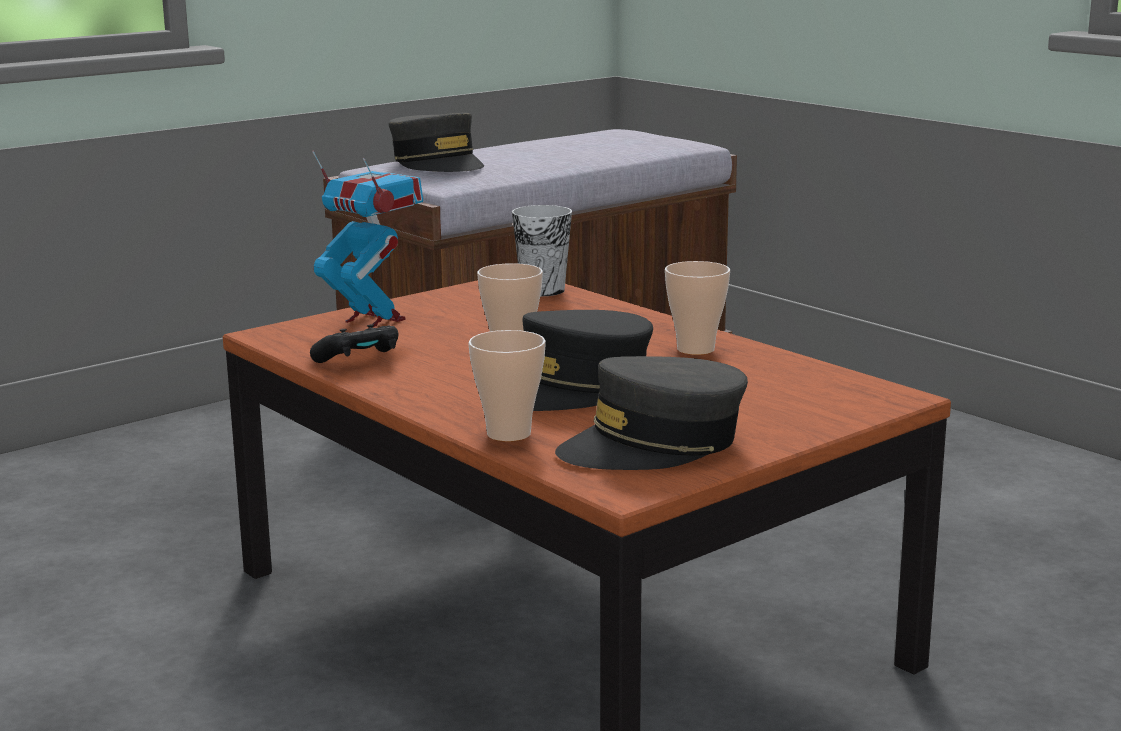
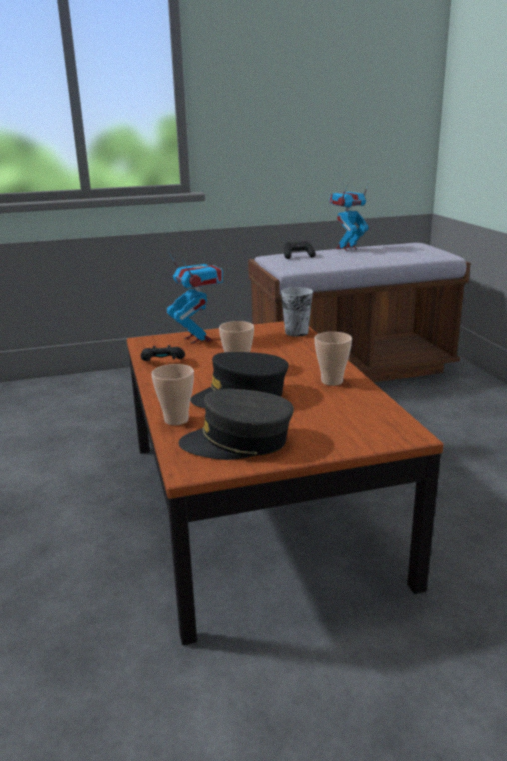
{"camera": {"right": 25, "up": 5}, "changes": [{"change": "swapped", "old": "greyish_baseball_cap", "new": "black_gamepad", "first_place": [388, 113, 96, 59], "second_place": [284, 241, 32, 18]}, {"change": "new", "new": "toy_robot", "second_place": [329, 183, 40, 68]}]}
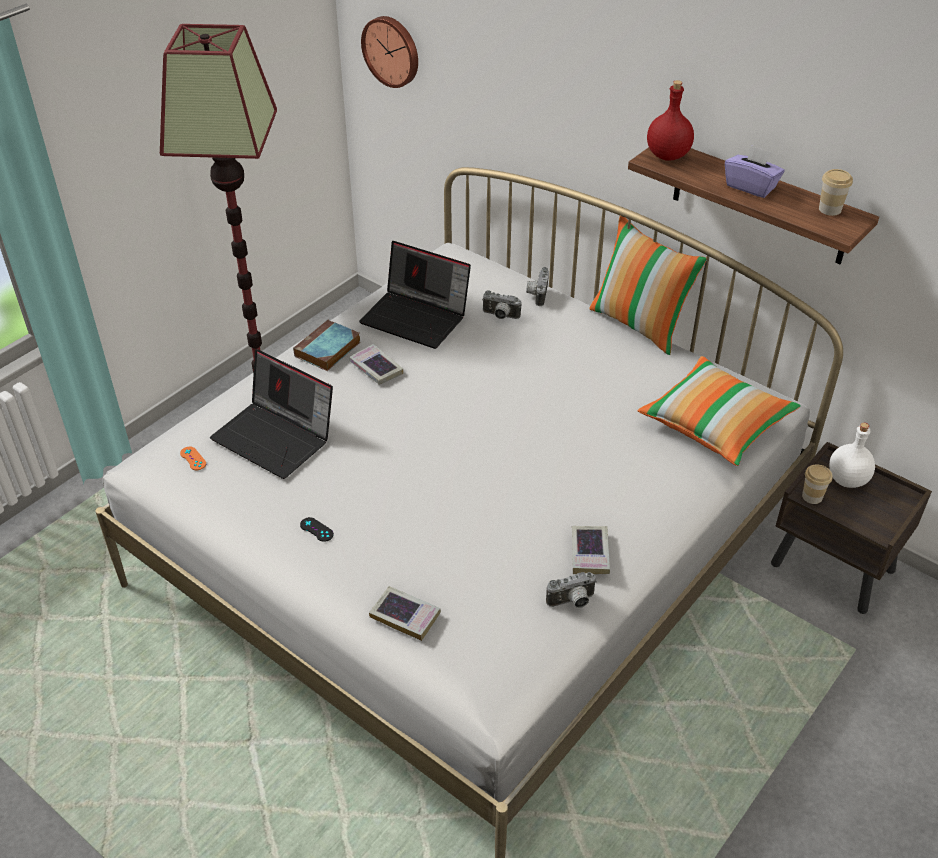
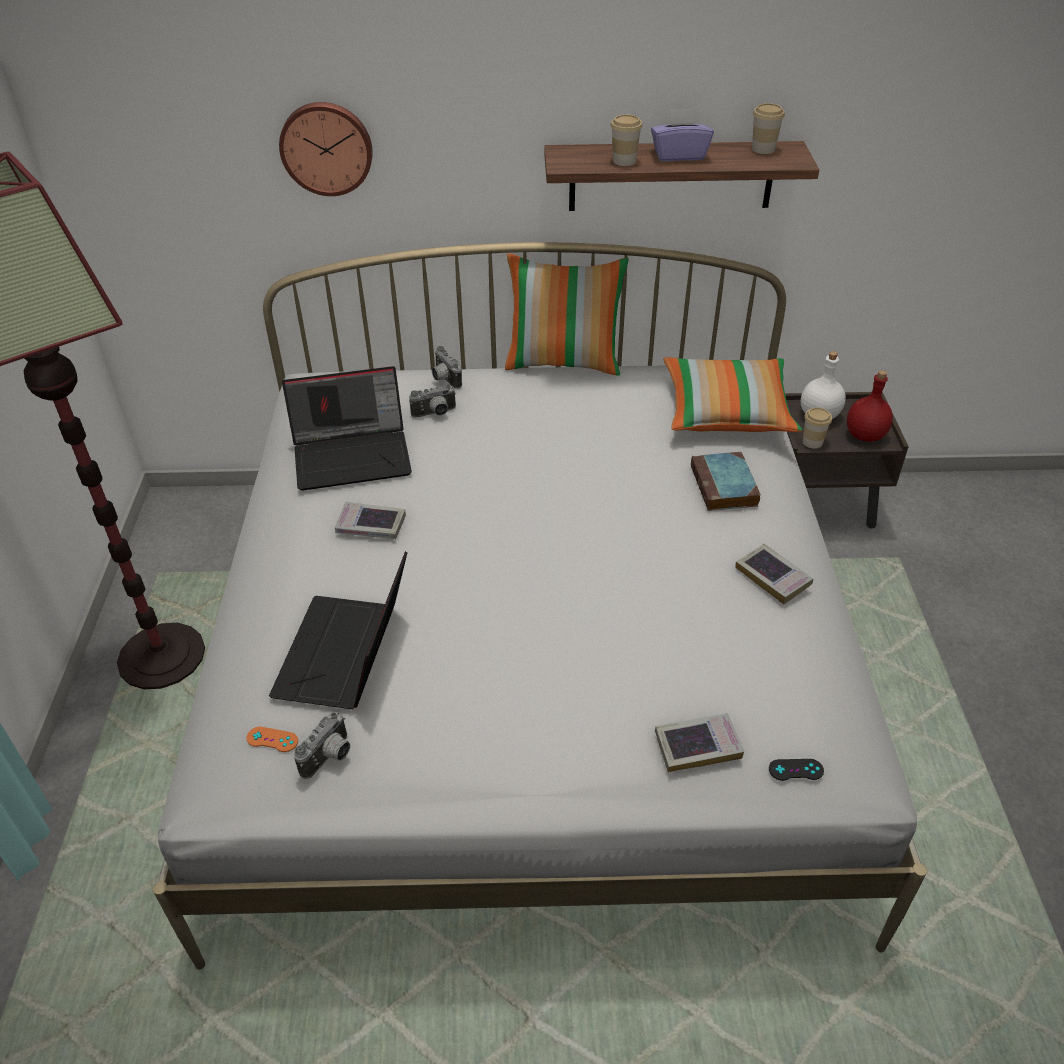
{"camera": {"right": -40, "up": 0}, "changes": [{"change": "rotated", "old": "portable_computer", "first_place": [210, 349, 123, 130], "second_place": [269, 551, 138, 158], "degrees": 105}, {"change": "shifted", "old": "book", "first_place": [293, 320, 67, 51], "second_place": [691, 452, 70, 59]}, {"change": "shifted", "old": "black_gamepad", "first_place": [300, 517, 34, 25], "second_place": [769, 759, 55, 22]}, {"change": "shifted", "old": "wall_clock", "first_place": [361, 16, 57, 72], "second_place": [279, 102, 94, 94]}, {"change": "shifted", "old": "still_camera", "first_place": [546, 572, 51, 36], "second_place": [294, 712, 56, 67]}, {"change": "shifted", "old": "reddish_beverage_bottle", "first_place": [647, 80, 47, 81], "second_place": [847, 370, 46, 72]}, {"change": "new", "new": "cup", "second_place": [611, 114, 32, 52]}]}
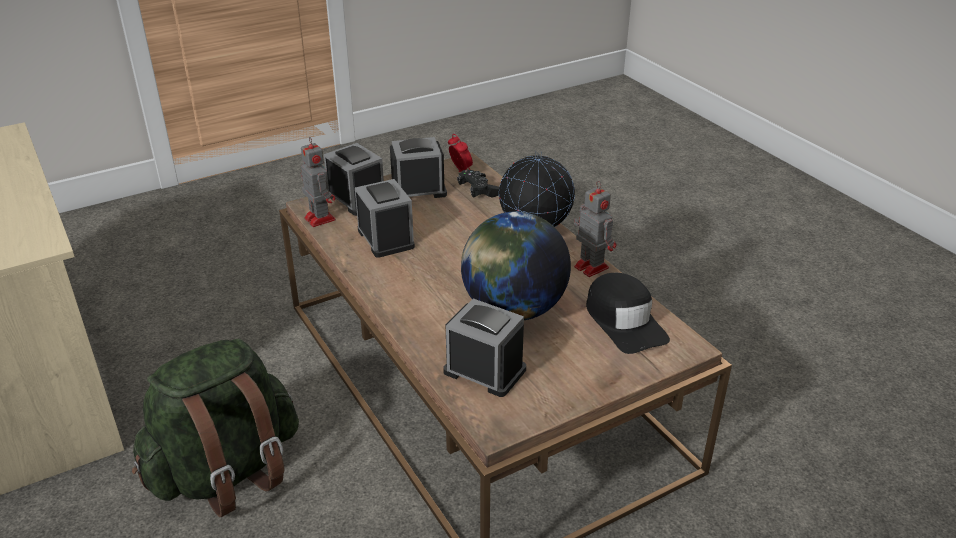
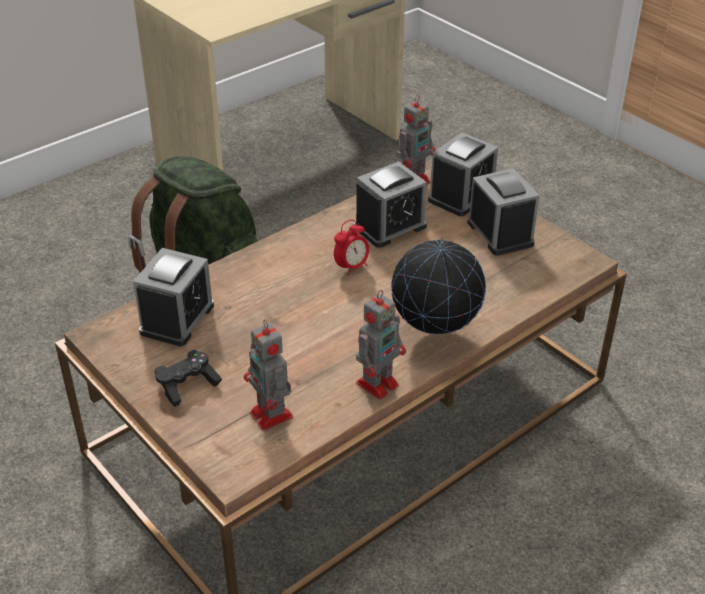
{"camera": {"right": 80, "up": 5}, "changes": [{"change": "shifted", "old": "table_clock", "first_place": [448, 134, 25, 38], "second_place": [334, 220, 35, 56]}, {"change": "shifted", "old": "black_gamepad", "first_place": [457, 169, 42, 29], "second_place": [155, 350, 67, 57]}, {"change": "gone", "old": "world_globe", "first_place": [461, 211, 110, 109]}, {"change": "swapped", "old": "black_baseball_cap", "new": "toy_robot", "first_place": [586, 273, 84, 81], "second_place": [244, 320, 49, 111]}]}
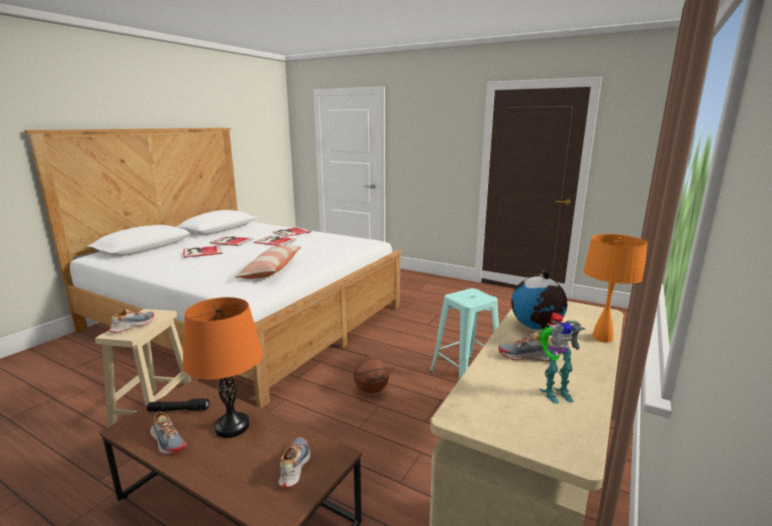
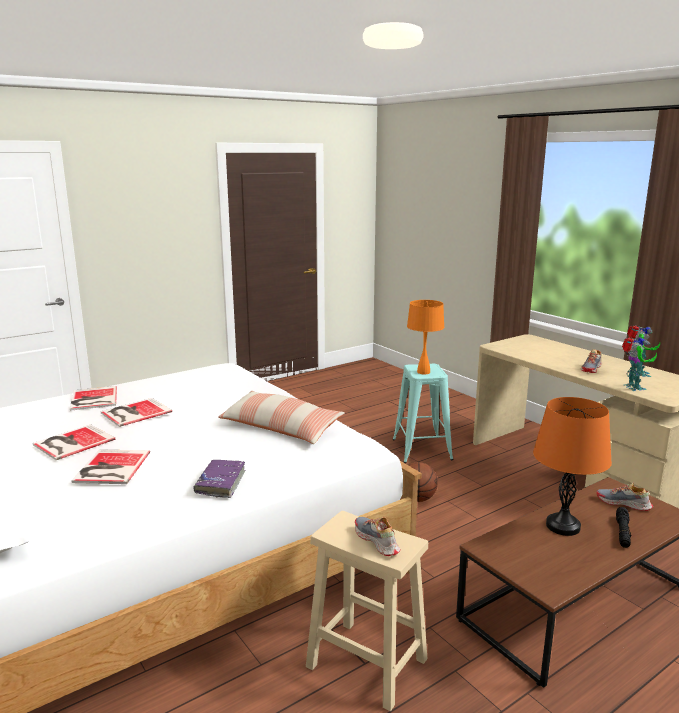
{"camera": {"right": -65, "up": 0}, "changes": [{"change": "shifted", "old": "black_flashlight", "first_place": [147, 398, 62, 14], "second_place": [616, 507, 15, 41]}, {"change": "gone", "old": "low_shoe", "first_place": [150, 412, 36, 43]}, {"change": "gone", "old": "world_globe", "first_place": [511, 271, 56, 59]}, {"change": "shifted", "old": "orangey_lamp_for_a_table", "first_place": [583, 234, 65, 109], "second_place": [407, 300, 37, 74]}, {"change": "new", "new": "purplish_book", "second_place": [193, 460, 53, 38]}, {"change": "new", "new": "toy_robot", "second_place": [622, 337, 35, 54]}]}
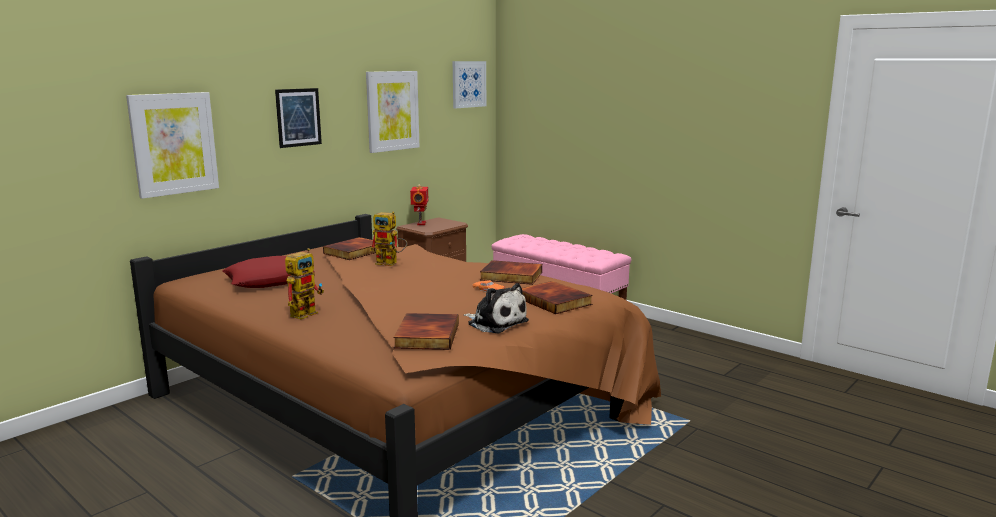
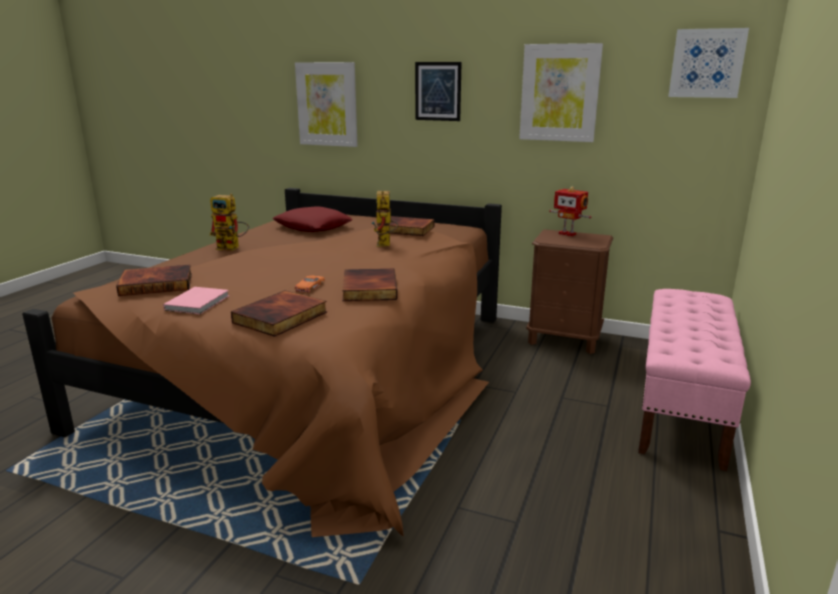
{"camera": {"right": 70, "up": 5}, "changes": [{"change": "rotated", "old": "toy_robot", "first_place": [410, 185, 19, 40], "second_place": [549, 187, 43, 49], "degrees": 60}, {"change": "swapped", "old": "plush_toy", "new": "pinkish_book", "first_place": [464, 283, 65, 50], "second_place": [163, 287, 66, 27]}]}
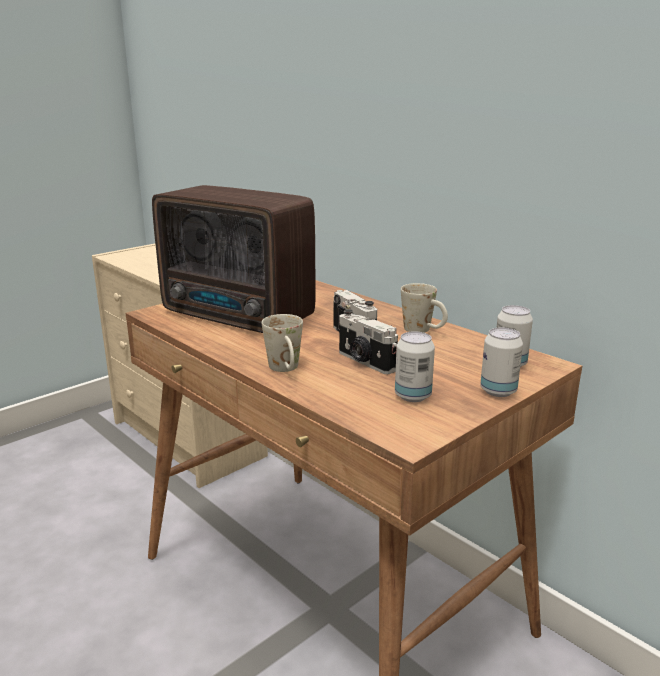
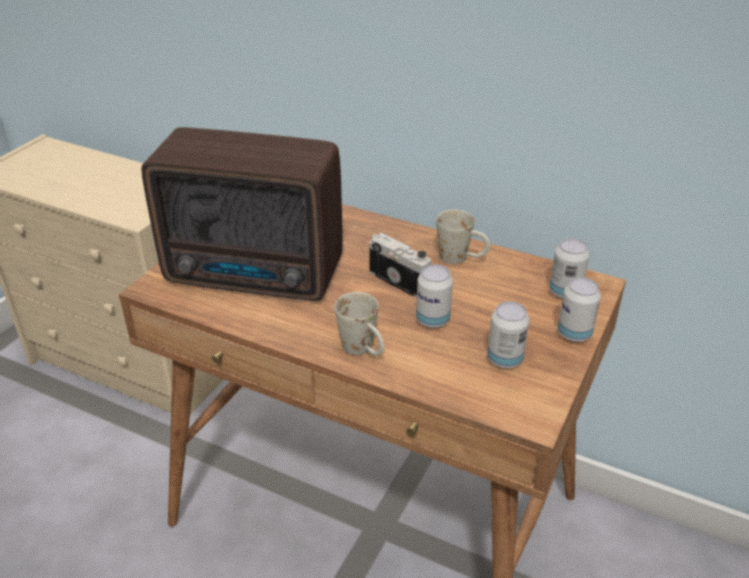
{"camera": {"right": -20, "up": 15}, "changes": [{"change": "swapped", "old": "still_camera", "new": "can", "first_place": [339, 309, 59, 65], "second_place": [416, 264, 37, 64]}]}
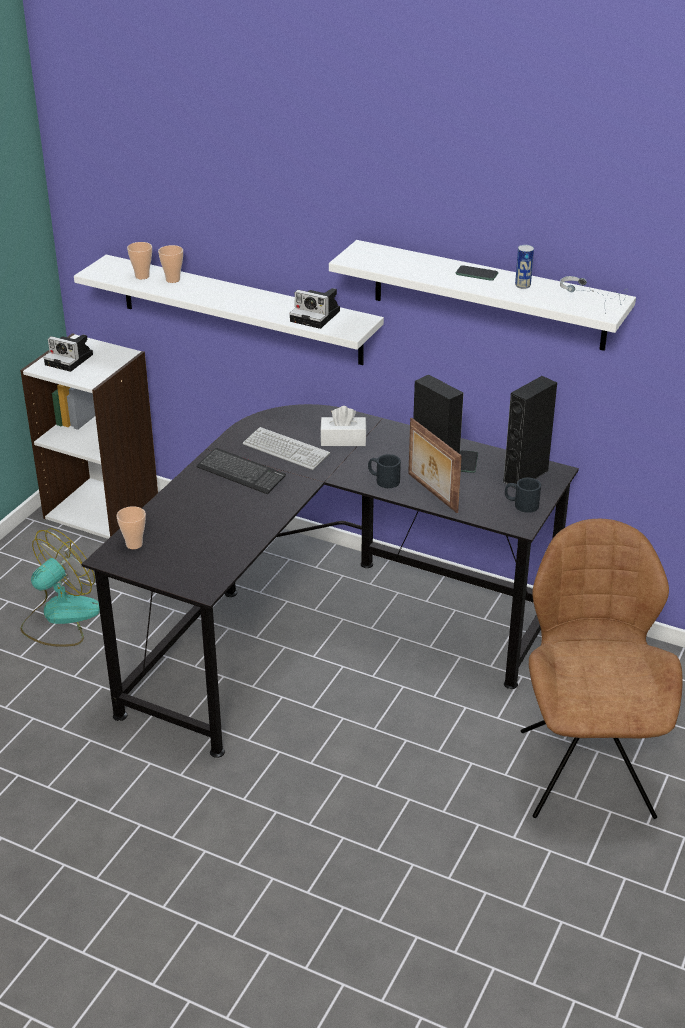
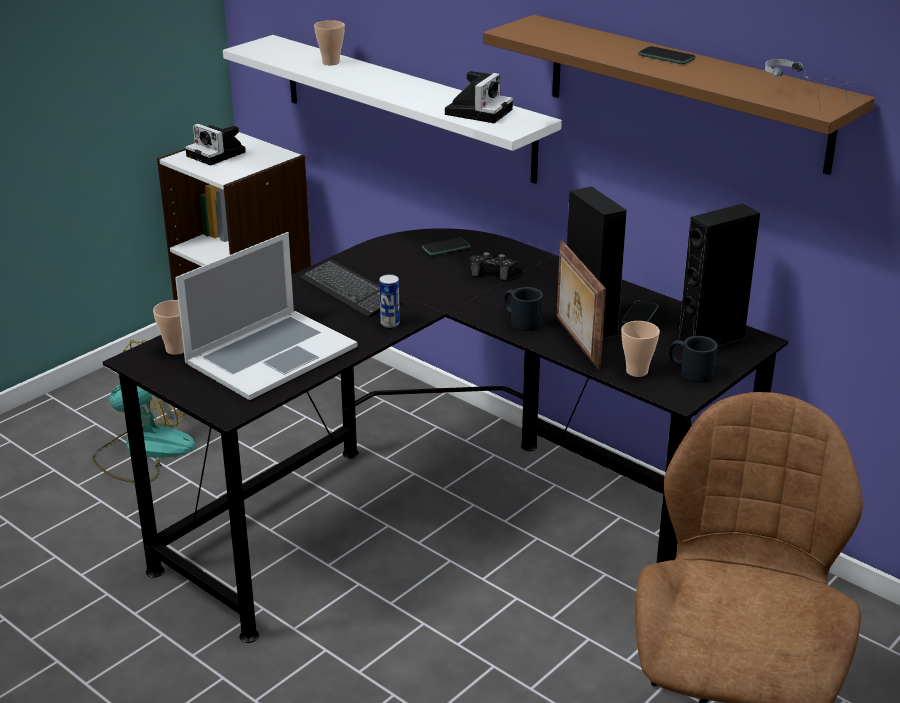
{"camera": {"right": 15, "up": -5}, "changes": [{"change": "shifted", "old": "cup", "first_place": [127, 242, 25, 37], "second_place": [621, 321, 39, 56]}, {"change": "gone", "old": "keyboard", "first_place": [243, 427, 87, 43]}, {"change": "rotated", "old": "still_camera", "first_place": [290, 288, 50, 41], "second_place": [445, 71, 68, 52], "degrees": -105}, {"change": "swapped", "old": "white_box_of_tissues", "new": "black_gamepad", "first_place": [320, 406, 47, 40], "second_place": [470, 252, 48, 28]}, {"change": "repainted", "old": "white_shelf", "new": "brown_shelf", "first_place": [329, 240, 307, 111], "second_place": [483, 15, 392, 160]}, {"change": "shifted", "old": "can", "first_place": [515, 245, 19, 44], "second_place": [379, 274, 21, 54]}, {"change": "new", "new": "portable_computer", "second_place": [175, 232, 183, 168]}, {"change": "new", "new": "phone", "second_place": [422, 238, 48, 18]}]}
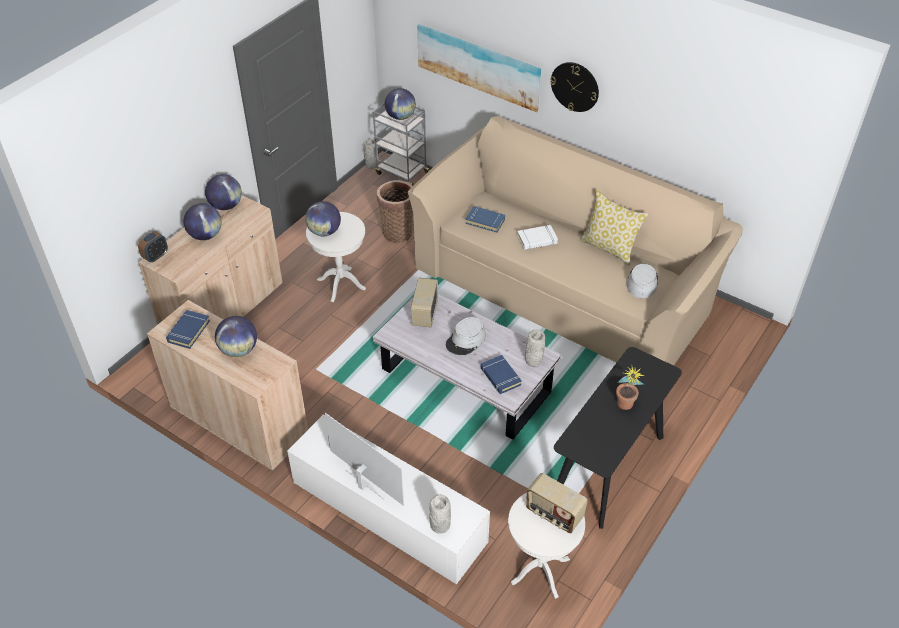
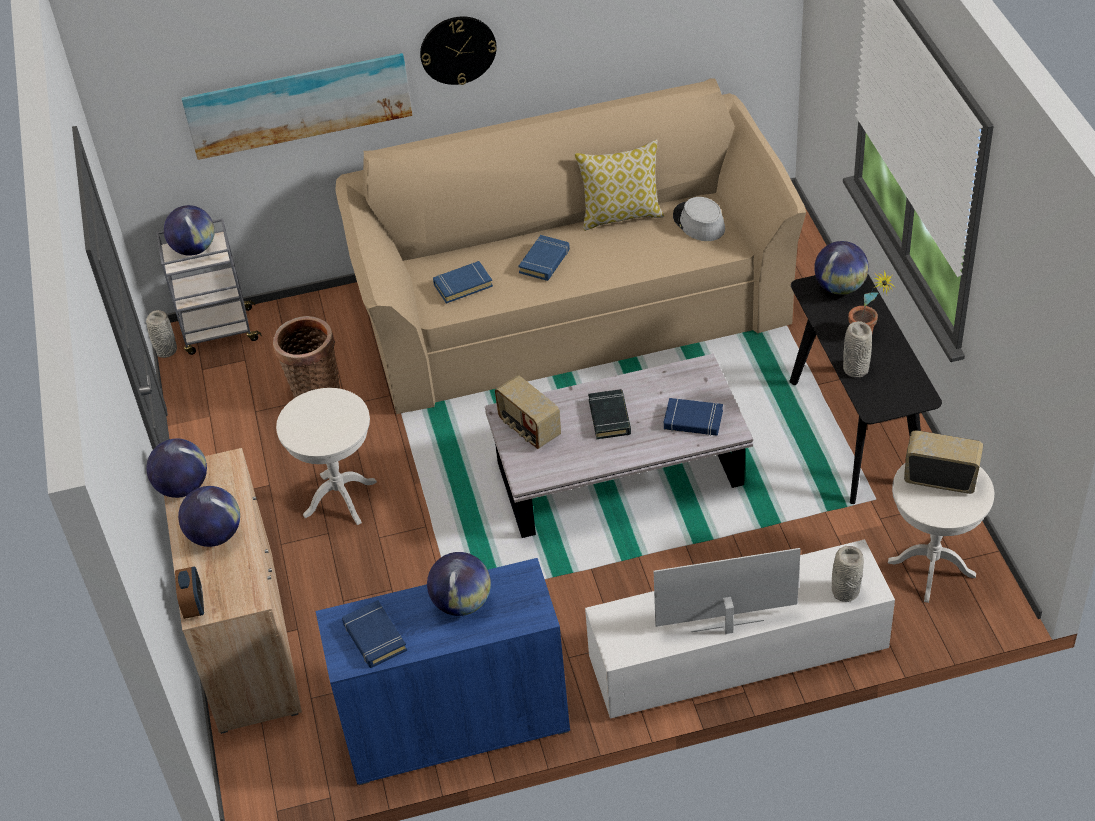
{"camera": {"right": -45, "up": 0}, "changes": [{"change": "repainted", "old": "beige-coloured_cabinet", "new": "bluish_cabinet", "first_place": [147, 300, 161, 171], "second_place": [316, 558, 254, 227]}, {"change": "shifted", "old": "world_globe", "first_place": [305, 201, 36, 35], "second_place": [814, 241, 55, 54]}, {"change": "swapped", "old": "greyish_clothing_hat", "new": "black_book", "first_place": [446, 317, 40, 38], "second_place": [588, 389, 43, 50]}, {"change": "repainted", "old": "white_book", "new": "bluish_book", "first_place": [517, 225, 41, 25], "second_place": [518, 235, 52, 46]}, {"change": "shifted", "old": "greyish_decorative_vase", "first_place": [525, 329, 20, 38], "second_place": [843, 321, 29, 57]}, {"change": "rotated", "old": "radio_set", "first_place": [526, 473, 62, 60], "second_place": [904, 430, 79, 64], "degrees": -150}]}
